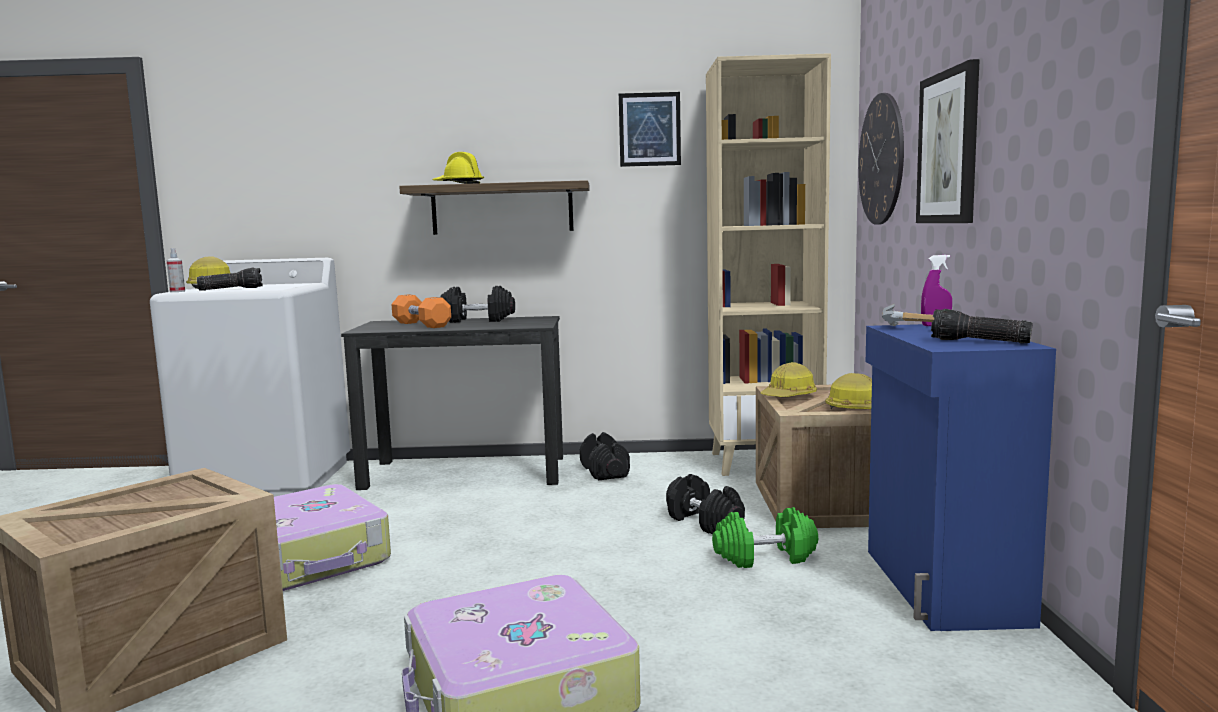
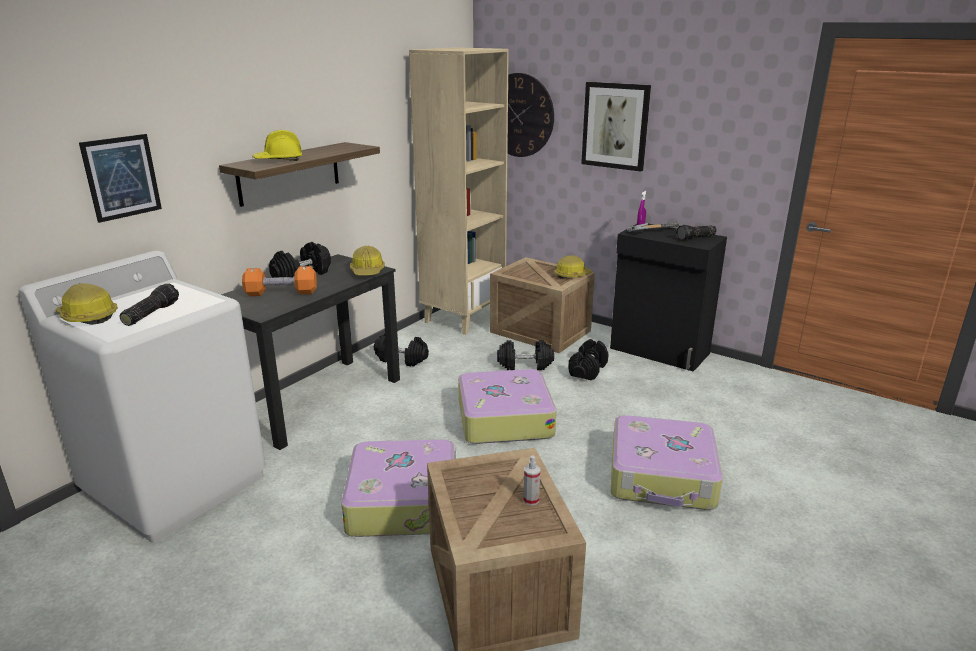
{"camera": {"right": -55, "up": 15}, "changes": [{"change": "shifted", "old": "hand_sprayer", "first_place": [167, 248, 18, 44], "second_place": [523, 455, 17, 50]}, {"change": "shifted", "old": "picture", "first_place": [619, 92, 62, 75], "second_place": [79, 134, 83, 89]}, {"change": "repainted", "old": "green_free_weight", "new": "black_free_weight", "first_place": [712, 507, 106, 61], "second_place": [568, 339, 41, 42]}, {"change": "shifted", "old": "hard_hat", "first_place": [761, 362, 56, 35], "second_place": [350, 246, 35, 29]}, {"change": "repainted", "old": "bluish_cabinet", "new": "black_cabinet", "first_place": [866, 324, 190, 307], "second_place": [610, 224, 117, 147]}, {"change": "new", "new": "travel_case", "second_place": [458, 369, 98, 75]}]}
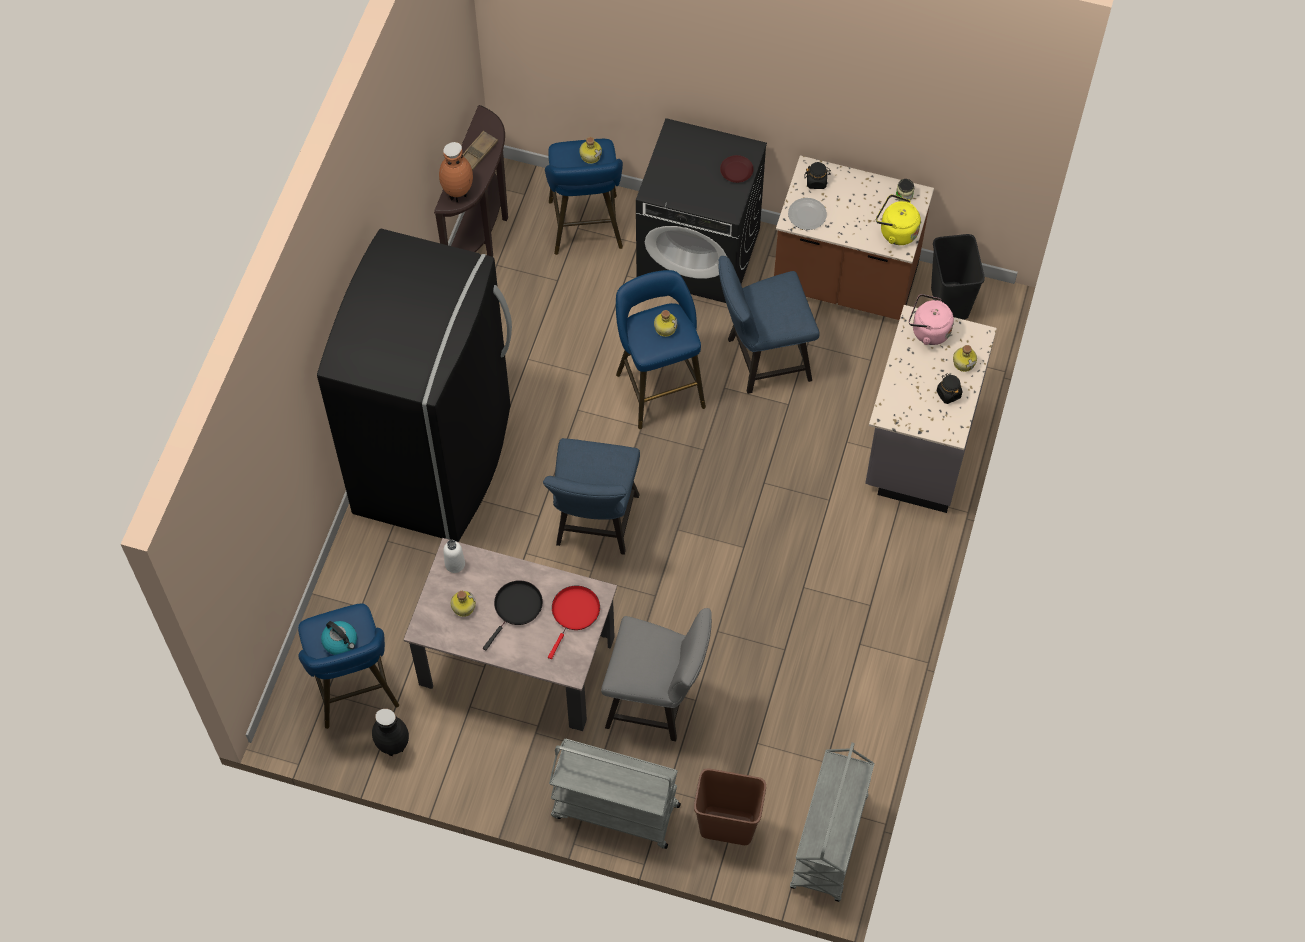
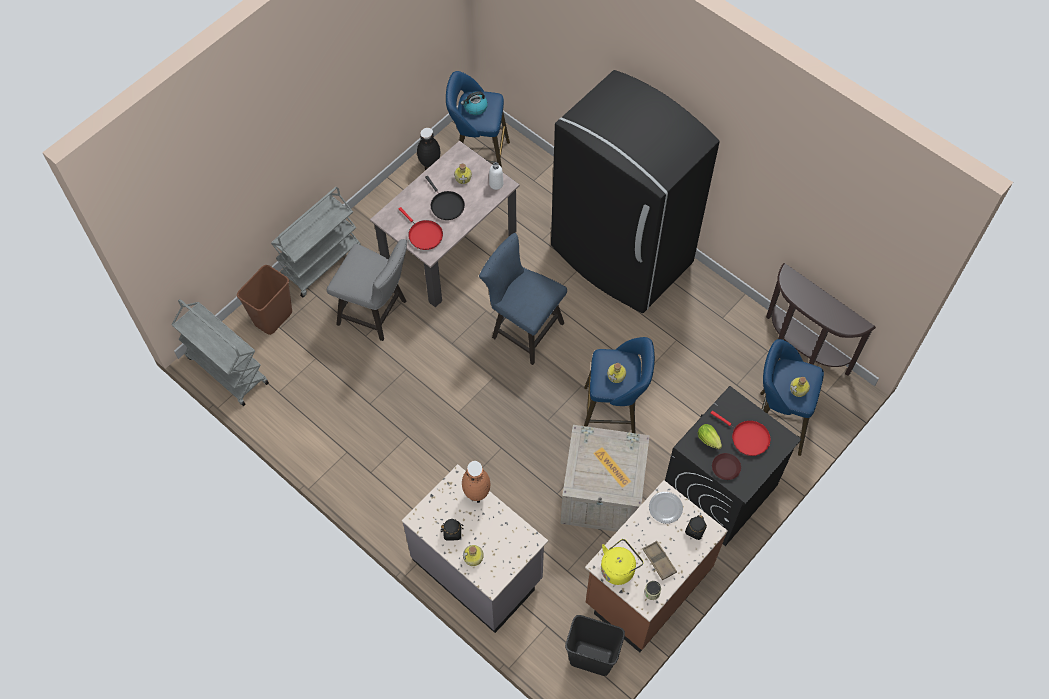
{"camera": {"right": 115, "up": 0}, "changes": [{"change": "shifted", "old": "brown_decorative_vase", "first_place": [439, 142, 34, 61], "second_place": [462, 461, 28, 42]}, {"change": "shifted", "old": "brown_serving_tray", "first_place": [463, 131, 35, 40], "second_place": [643, 541, 34, 39]}, {"change": "rotated", "old": "greyish_chair", "first_place": [601, 608, 111, 133], "second_place": [327, 239, 80, 102], "degrees": -105}, {"change": "swapped", "old": "bluish_chair", "new": "crate", "first_place": [719, 256, 101, 138], "second_place": [560, 425, 90, 107]}, {"change": "gone", "old": "pinkish_tea_kettle", "first_place": [909, 294, 45, 51]}, {"change": "new", "new": "lettuce", "second_place": [698, 424, 24, 25]}, {"change": "new", "new": "reddish_frying_pan", "second_place": [711, 411, 60, 45]}]}
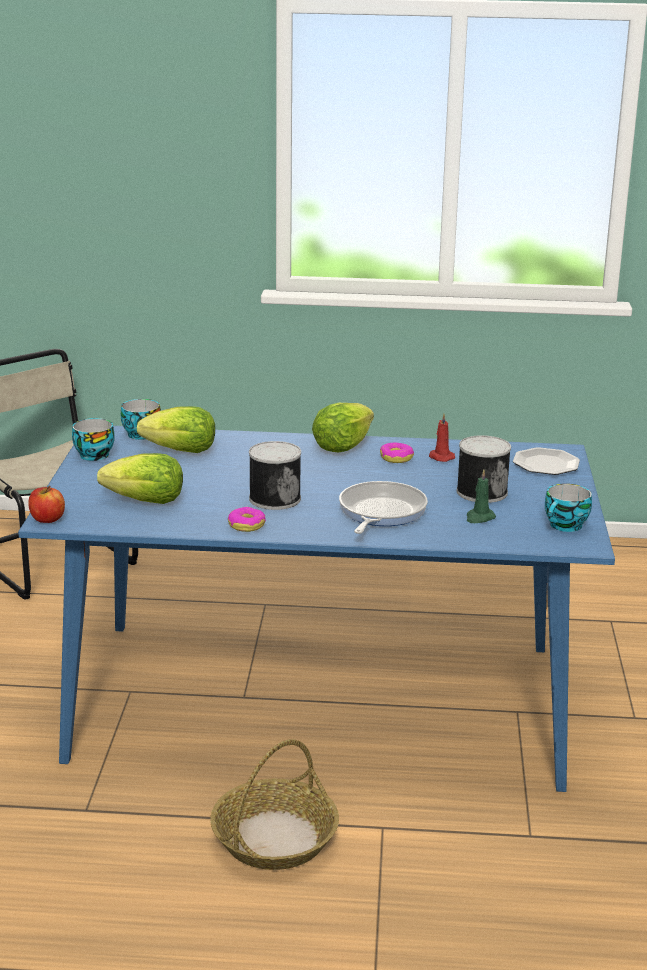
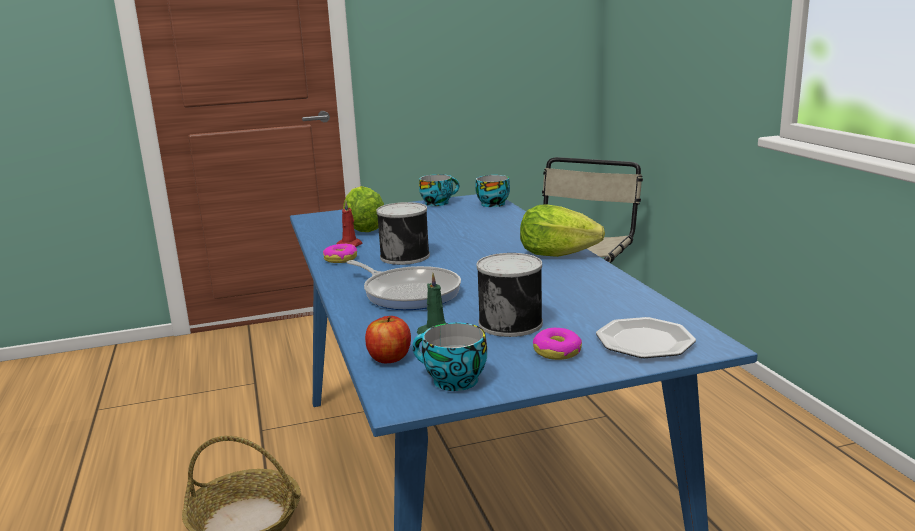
{"camera": {"right": 70, "up": -5}, "changes": [{"change": "shifted", "old": "whole_apple", "first_place": [28, 486, 37, 37], "second_place": [365, 316, 46, 47]}, {"change": "gone", "old": "lettuce", "first_place": [137, 406, 78, 47]}, {"change": "rotated", "old": "frying_pan", "first_place": [339, 481, 89, 53], "second_place": [347, 260, 114, 50], "degrees": 45}, {"change": "shifted", "old": "doughnut", "first_place": [380, 443, 34, 20], "second_place": [533, 328, 49, 32]}, {"change": "shifted", "old": "reddish_wax_candle", "first_place": [429, 414, 26, 48], "second_place": [337, 200, 25, 47]}]}
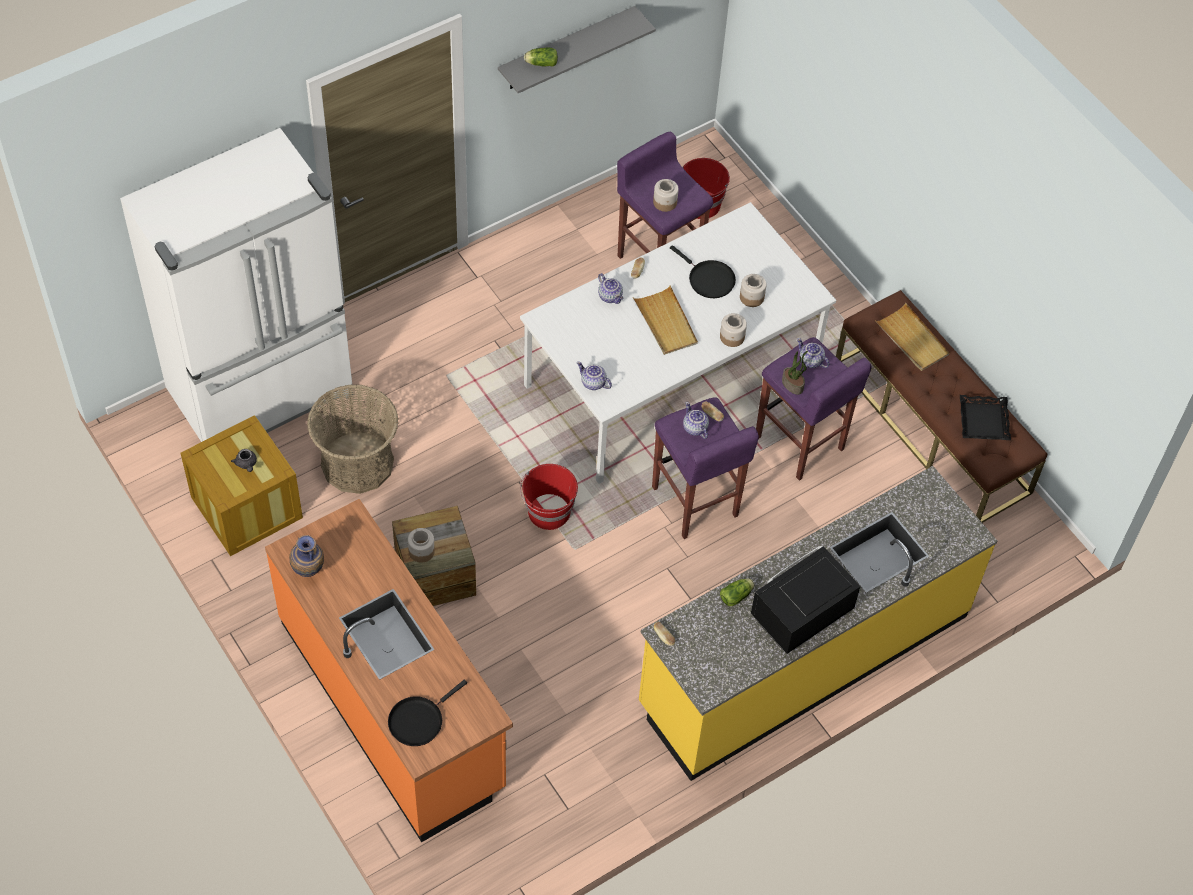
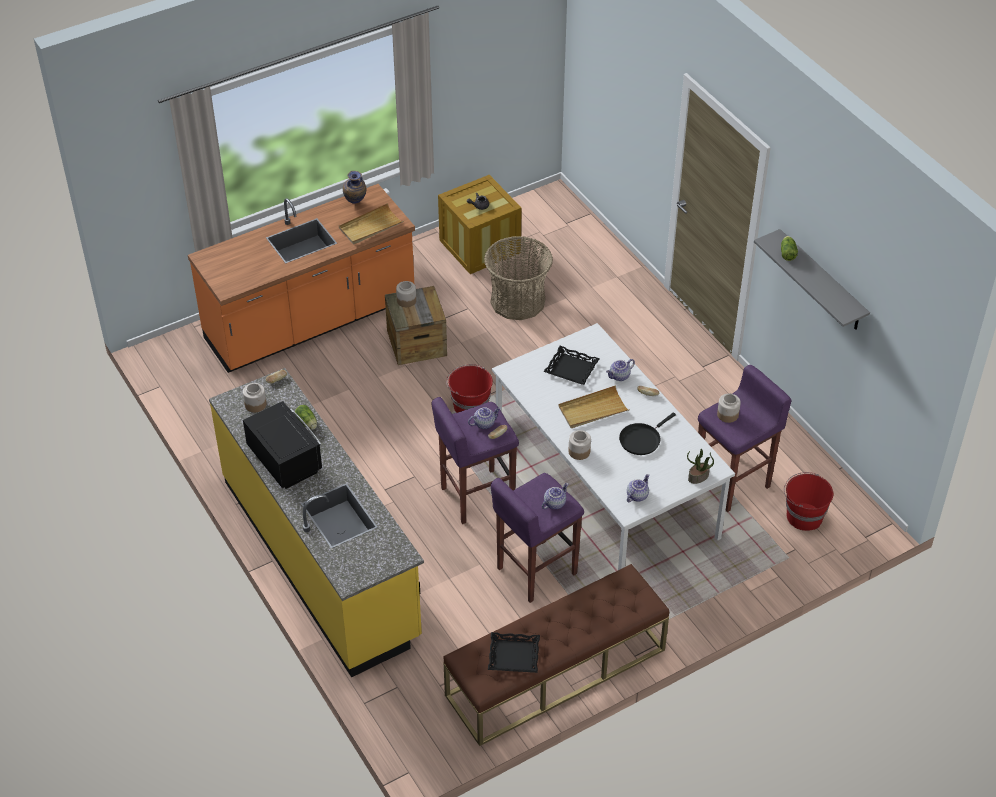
{"camera": {"right": 95, "up": -10}, "changes": [{"change": "gone", "old": "white_kitchen_fridge", "first_place": [120, 128, 233, 314]}, {"change": "gone", "old": "black_frying_pan", "first_place": [388, 680, 79, 66]}, {"change": "shifted", "old": "tea_pot", "first_place": [577, 362, 35, 28], "second_place": [627, 474, 22, 28]}, {"change": "shifted", "old": "preserve_jar", "first_place": [740, 274, 26, 33], "second_place": [243, 383, 24, 29]}, {"change": "shifted", "old": "houseplant", "first_place": [782, 351, 26, 44], "second_place": [687, 449, 27, 35]}, {"change": "shifted", "old": "beige-coloured_serving_tray", "first_place": [875, 303, 74, 68], "second_place": [339, 203, 65, 41]}, {"change": "new", "new": "black_serving_tray", "second_place": [544, 346, 56, 39]}]}
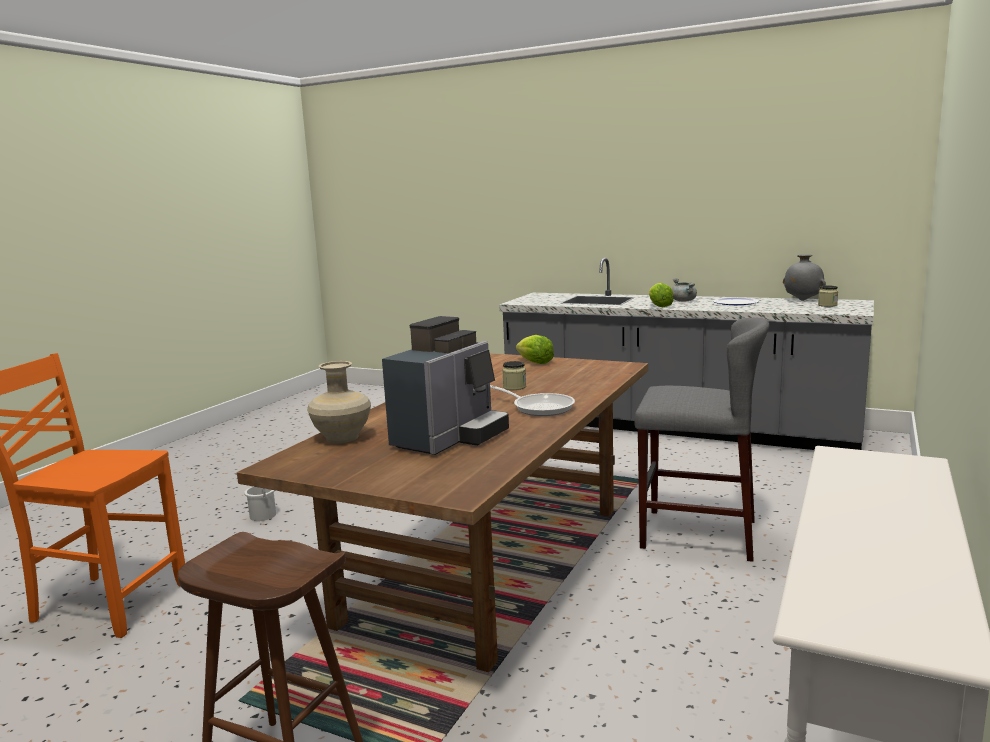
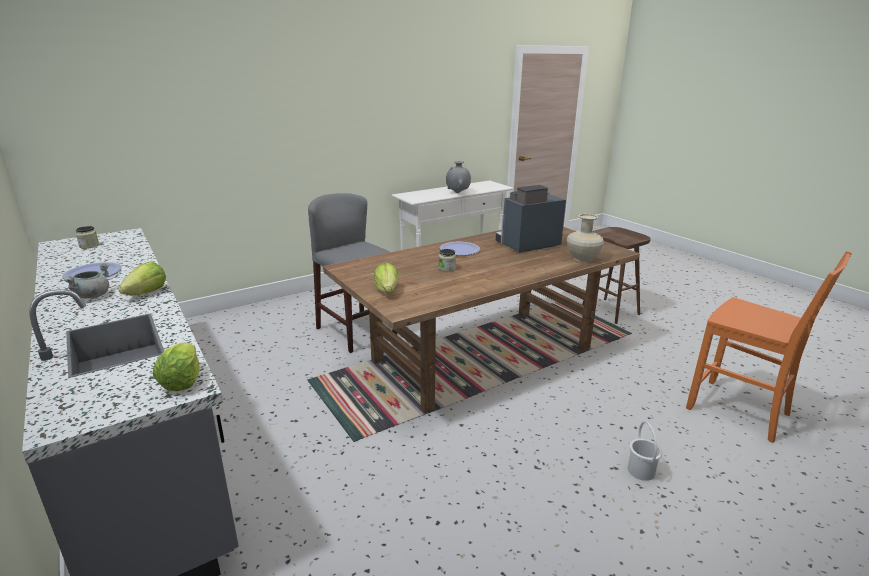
{"camera": {"right": -150, "up": 10}, "changes": [{"change": "swapped", "old": "frying_pan", "new": "dinner_plate", "first_place": [490, 385, 85, 31], "second_place": [439, 242, 41, 14]}, {"change": "shifted", "old": "greyish_decorative_vase", "first_place": [783, 254, 43, 47], "second_place": [446, 161, 25, 32]}, {"change": "new", "new": "lettuce", "second_place": [153, 342, 47, 49]}]}
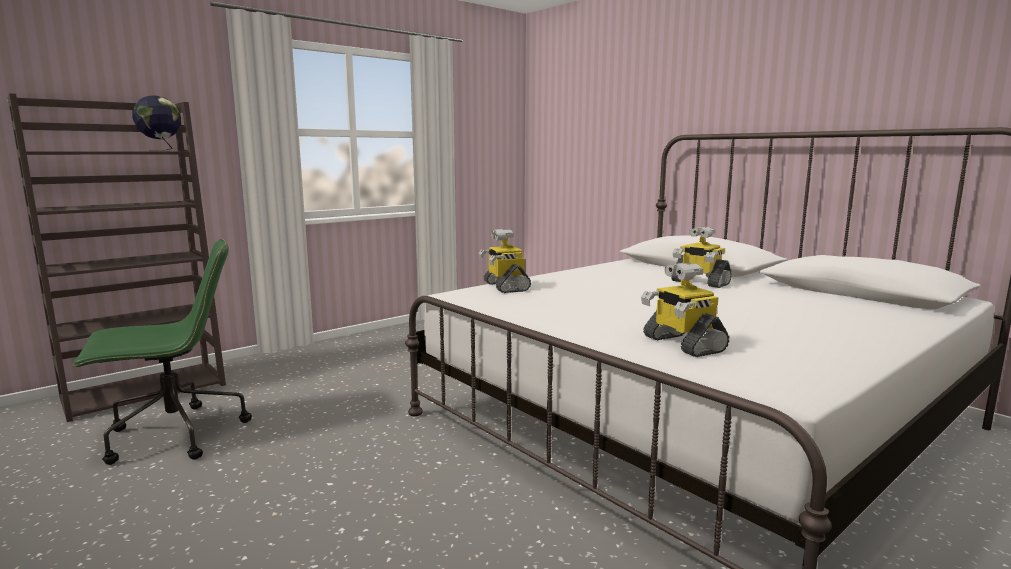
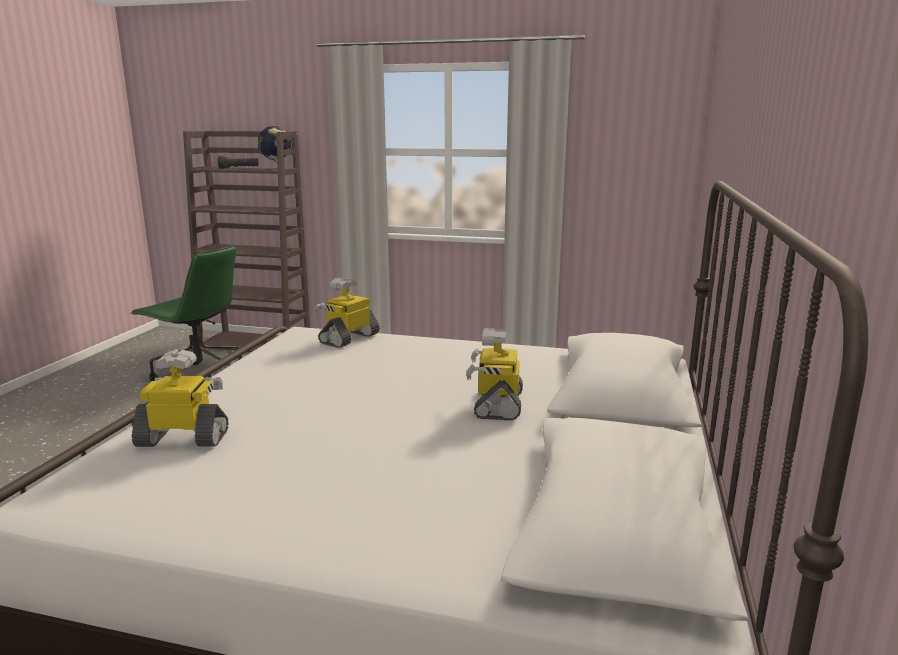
{"camera": {"right": 55, "up": 5}, "changes": [{"change": "rotated", "old": "toy_robot", "first_place": [641, 263, 88, 94], "second_place": [132, 349, 97, 98], "degrees": 60}, {"change": "new", "new": "black_flashlight", "second_place": [218, 156, 41, 13]}]}
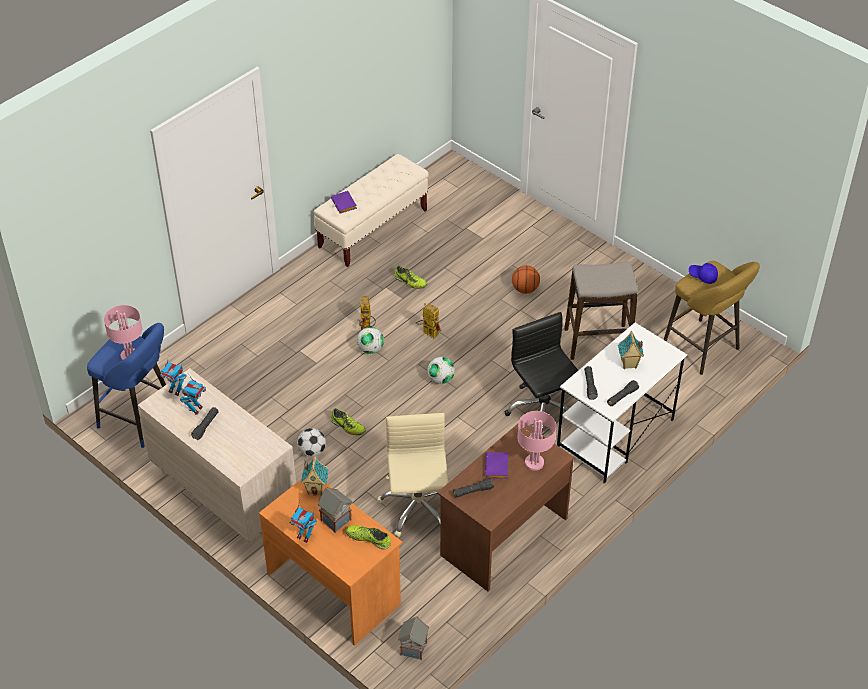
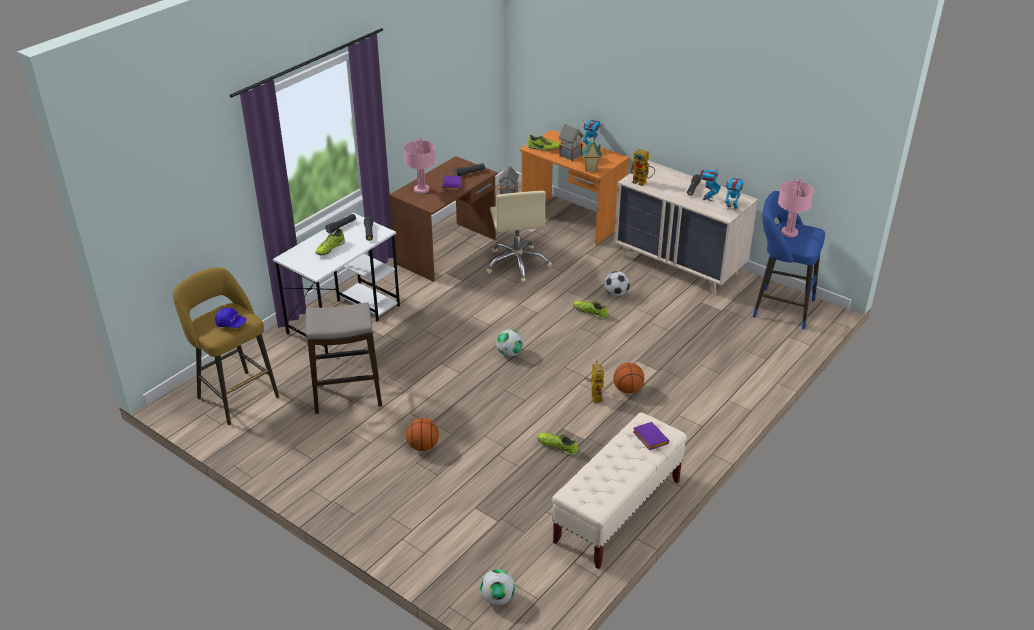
{"camera": {"right": 175, "up": -10}, "changes": [{"change": "shifted", "old": "football_ball", "first_place": [357, 327, 27, 27], "second_place": [480, 569, 35, 36]}, {"change": "shifted", "old": "toy_robot", "first_place": [415, 303, 27, 35], "second_place": [629, 149, 26, 37]}, {"change": "gone", "old": "black_office_chair", "first_place": [504, 312, 74, 120]}, {"change": "swapped", "old": "toy_house", "new": "low_shoe", "first_place": [618, 331, 26, 38], "second_place": [316, 229, 29, 26]}, {"change": "new", "new": "basketball", "second_place": [613, 363, 31, 31]}]}
